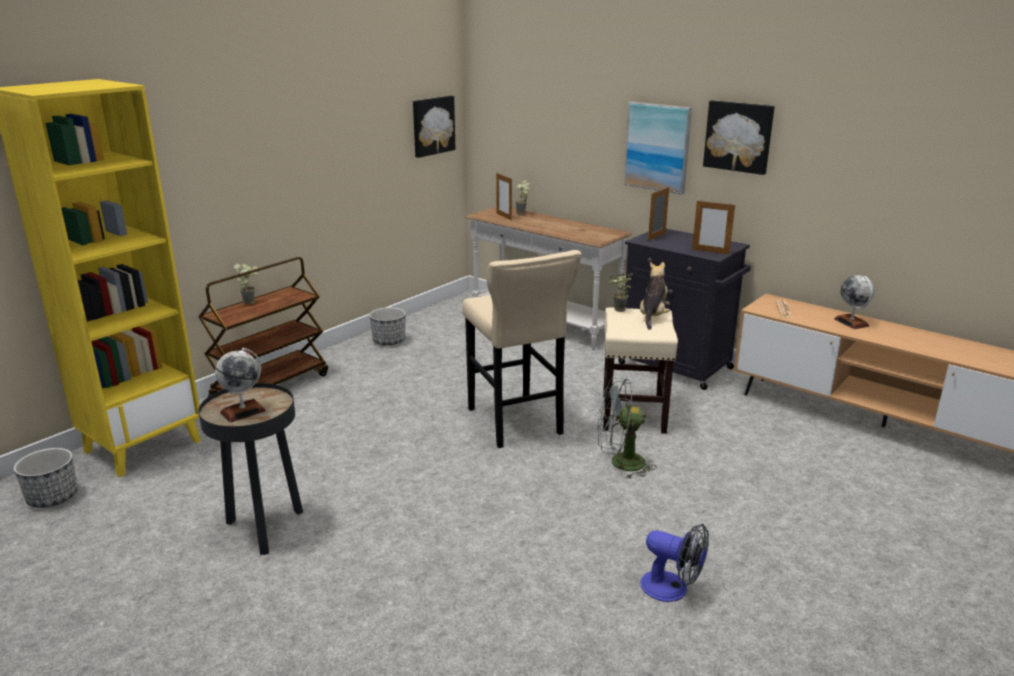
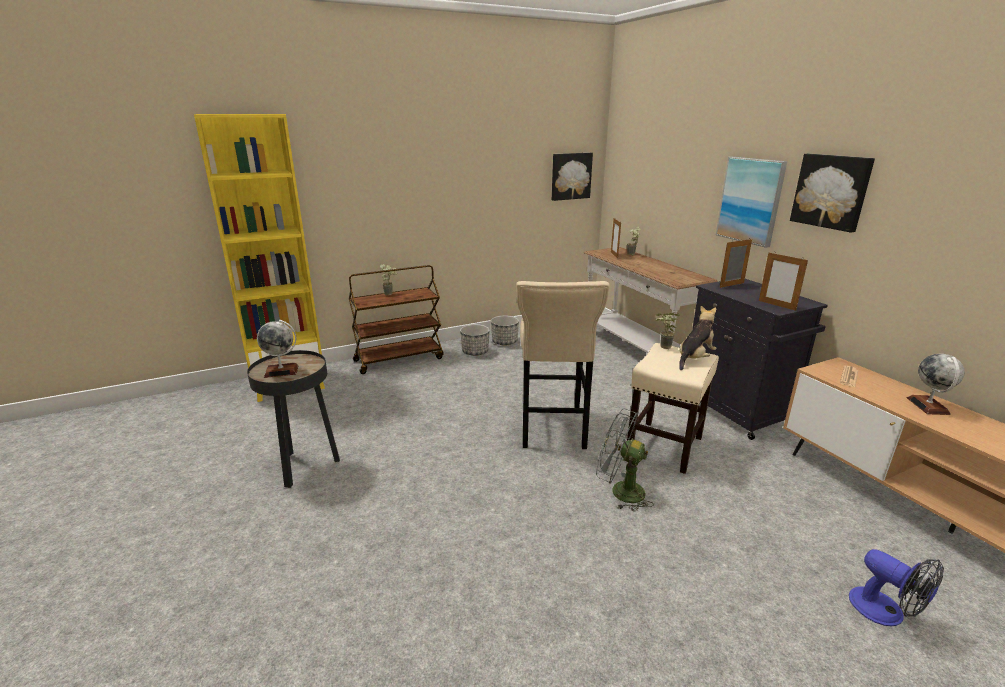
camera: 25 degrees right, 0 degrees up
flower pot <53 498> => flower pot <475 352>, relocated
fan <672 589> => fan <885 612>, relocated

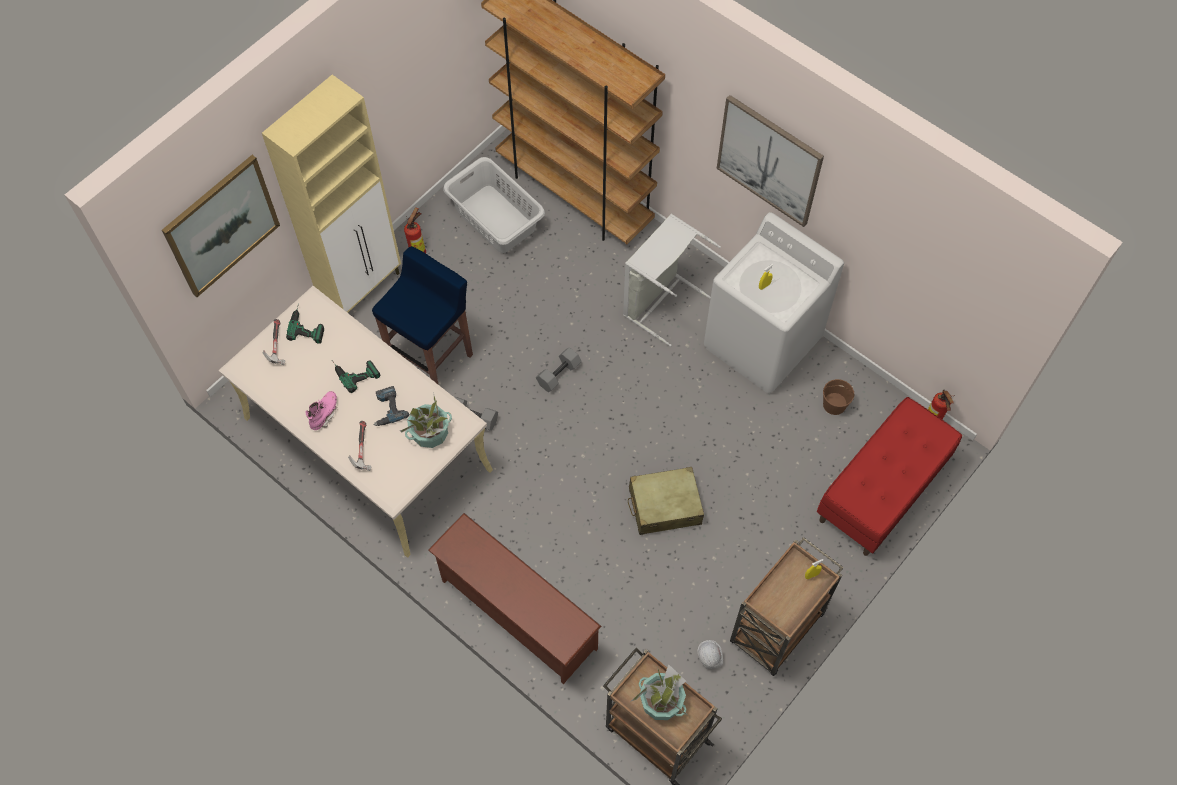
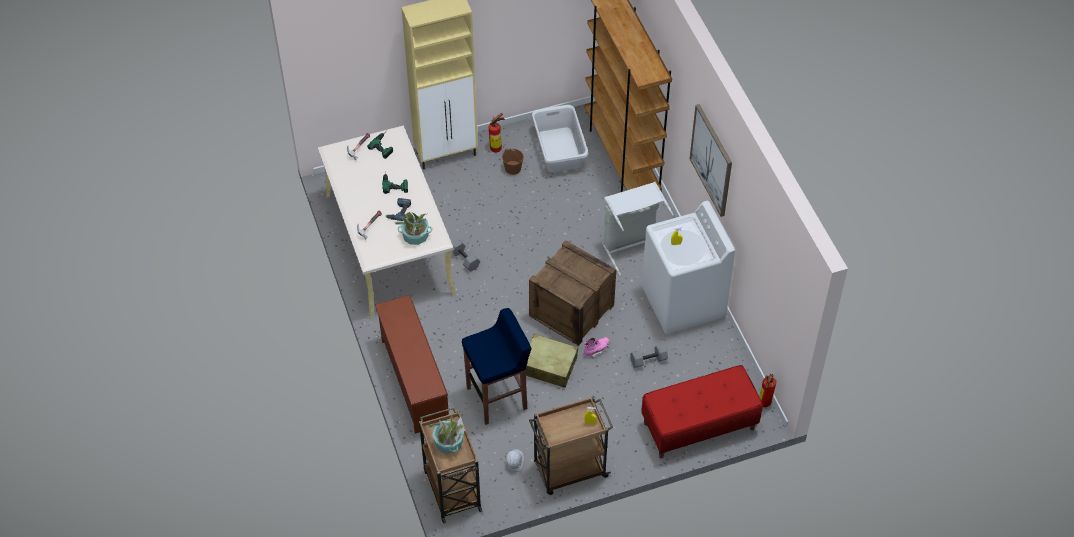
camera: 30 degrees right, 10 degrees down
wall art <222 226> => nothing
stool/blue <432 358> => stool/blue <498 398>, relocated
hand weight/greyish <558 373> => hand weight/greyish <648 359>, relocated
pail/brown <835 404> => pail/brown <513 168>, relocated
boot/pinkish <324 414> => boot/pinkish <596 350>, relocated
nothing => shipping crate <571 310>

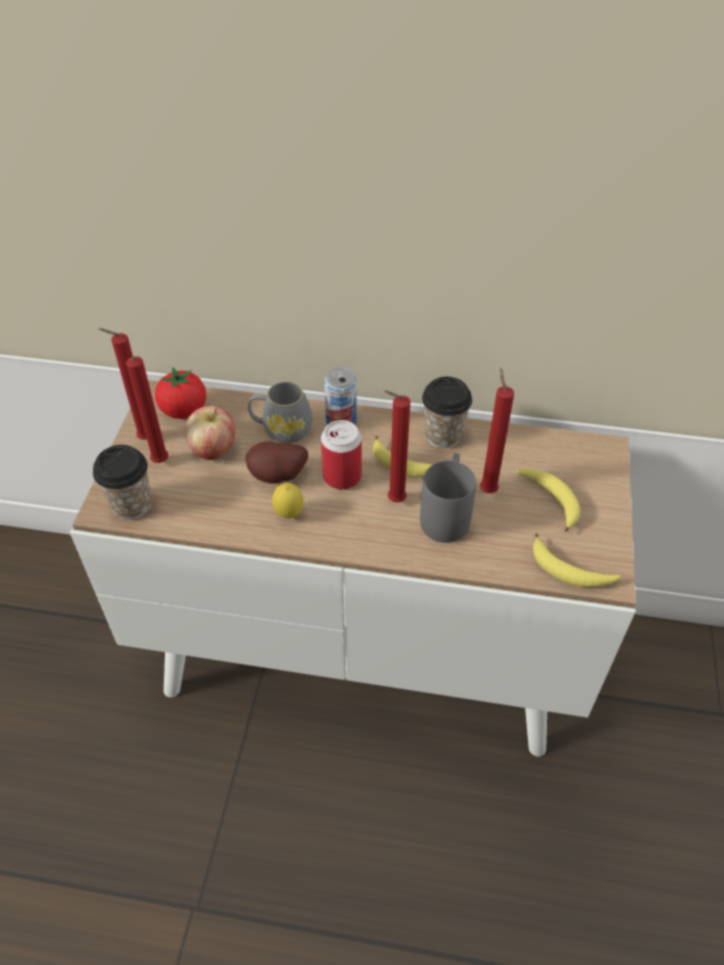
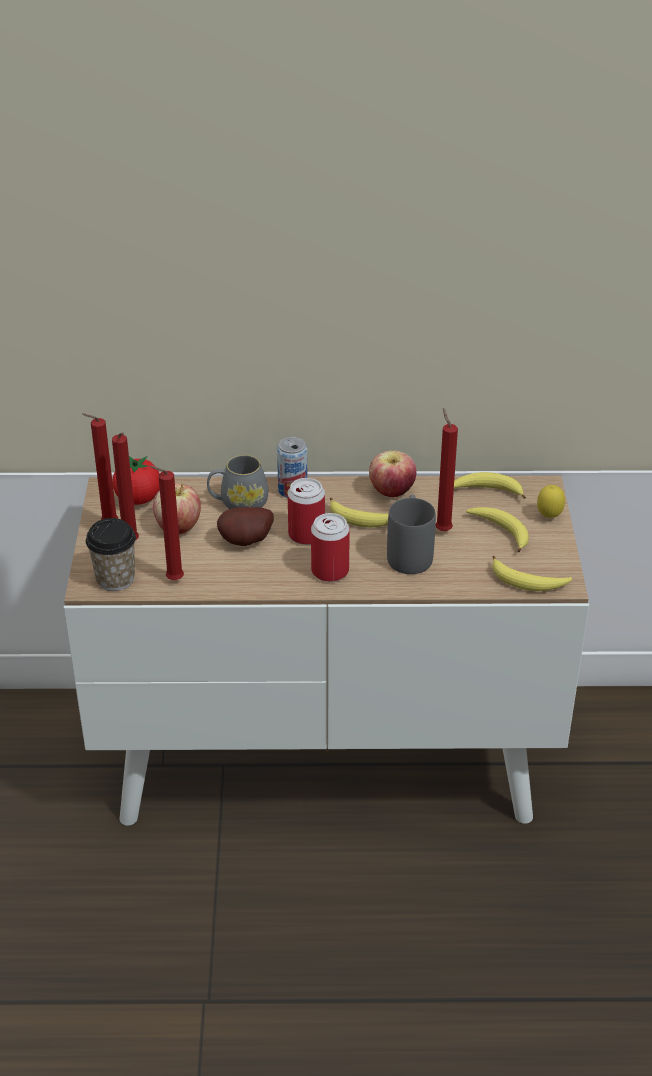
camera: 10 degrees left, 10 degrees down
cup <443 435> => whole apple <392 492>
wax light/red <393 500> => wax light/red <172 580>, relocated
citrus fruit <289 515> => citrus fruit <549 517>, relocated
nothing => banana <486 491>
nothing => metal can <330 571>

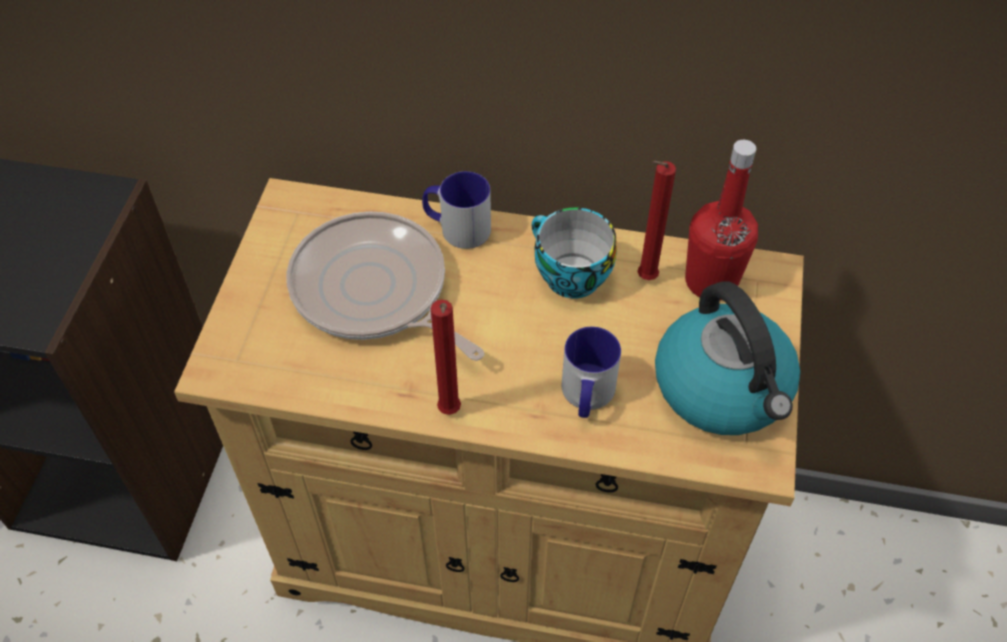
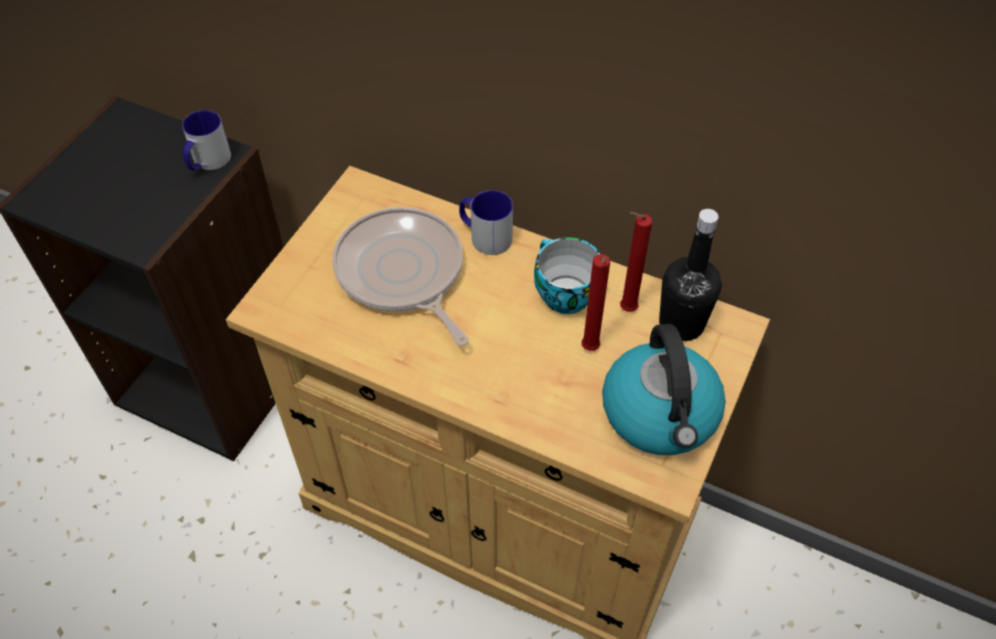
camera: 15 degrees right, 0 degrees up
bottle/red <711 281> => bottle/black-coloured <681 324>
wax light/red <449 413> => wax light/red <589 350>, relocated
mug <586 396> => mug <208 162>, relocated

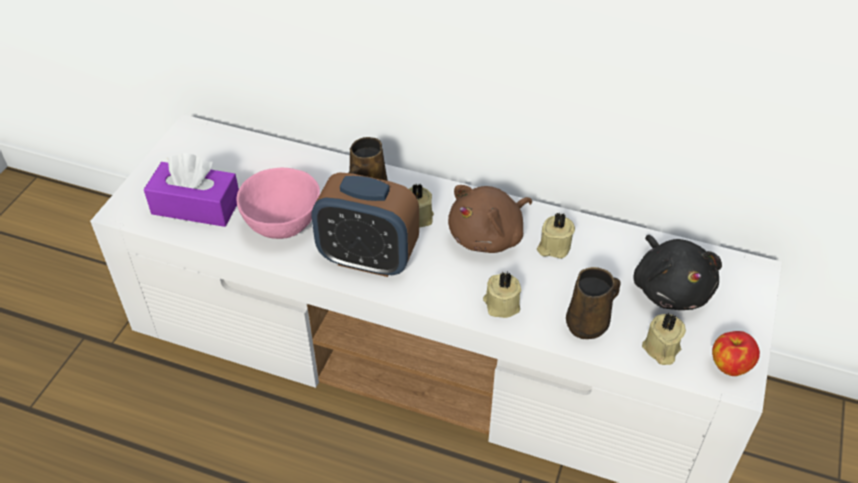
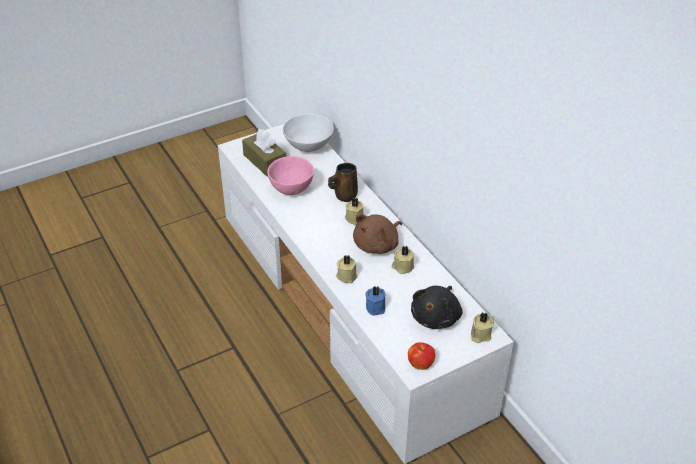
camera: 40 degrees right, 5 degrees down
box of tissues/purplish <196 206> => box of tissues/brown <265 161>
table clock <368 259> => nothing
soft toy/brown <489 236> => soft toy/brown <378 245>, 45 degrees counterclockwise
mug/brown <588 324> => wax light/blue <376 307>
wax light/sand-coloured <661 349> => wax light/sand-coloured <480 335>, relocated
nothing => bowl/white <308 147>

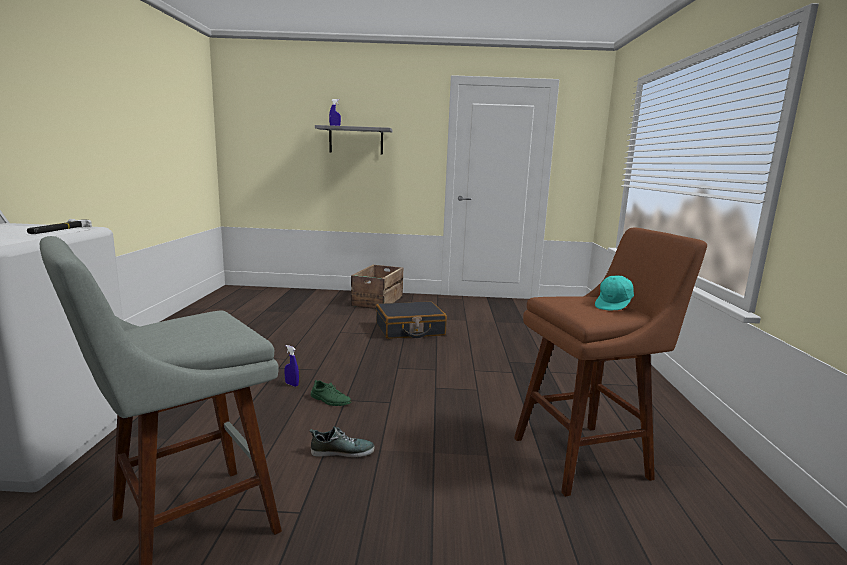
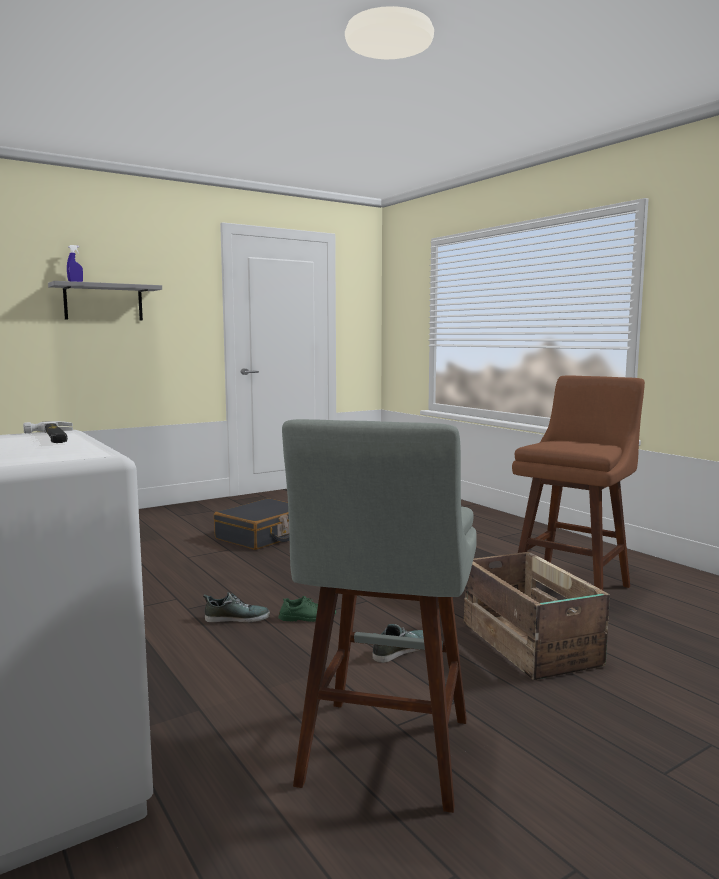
camera: 35 degrees left, 5 degrees down
shipping crate <377 301> => shipping crate <530 645>, relocated
peaked cap/blue-green <614 306> => nothing
sprayer/blue <291 384> => item of footwear <237 618>

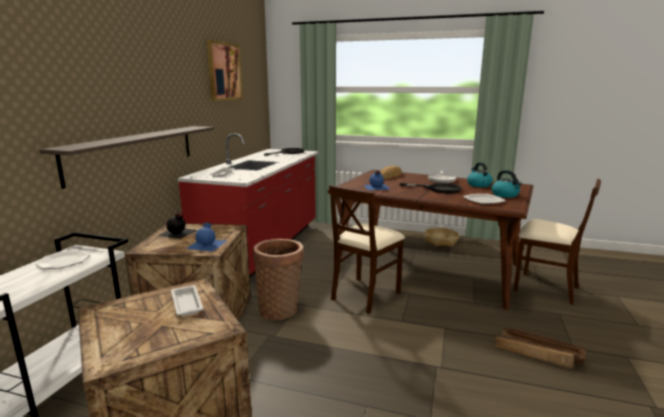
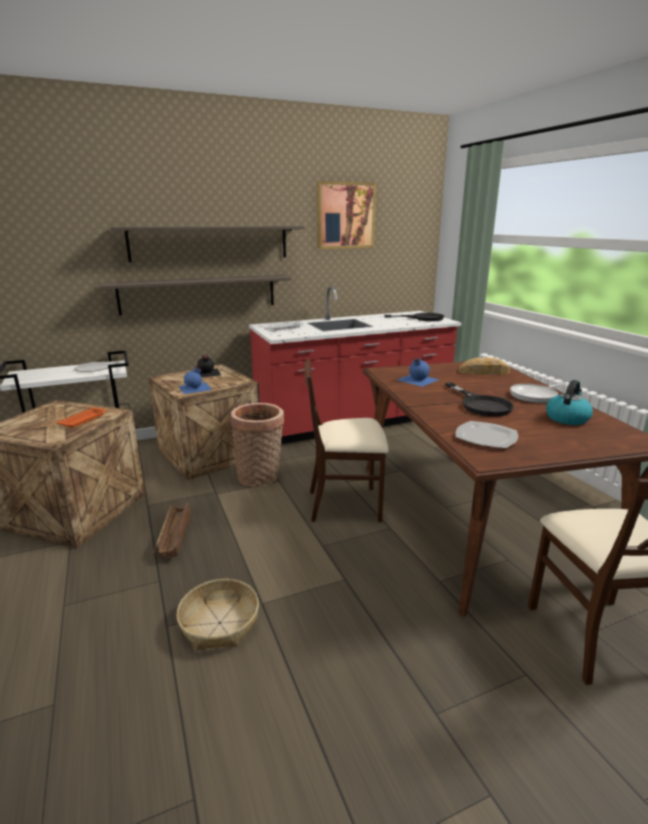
camera: 50 degrees right, 5 degrees up
kettle <505 195> => nothing
basket <441 241> => basket <219 623>, relocated
serving tray/white <186 303> => serving tray/orangey <84 420>
shipping crate <538 353> => shipping crate <173 536>, relocated
nothing => shelf <210 243>

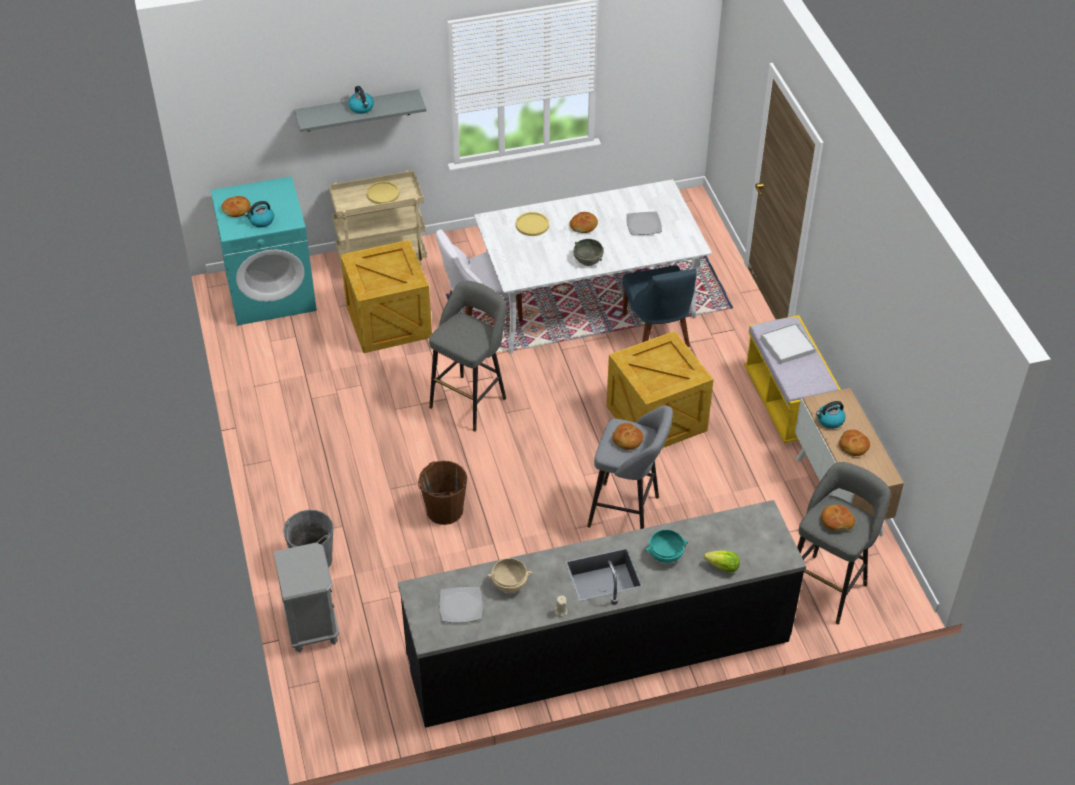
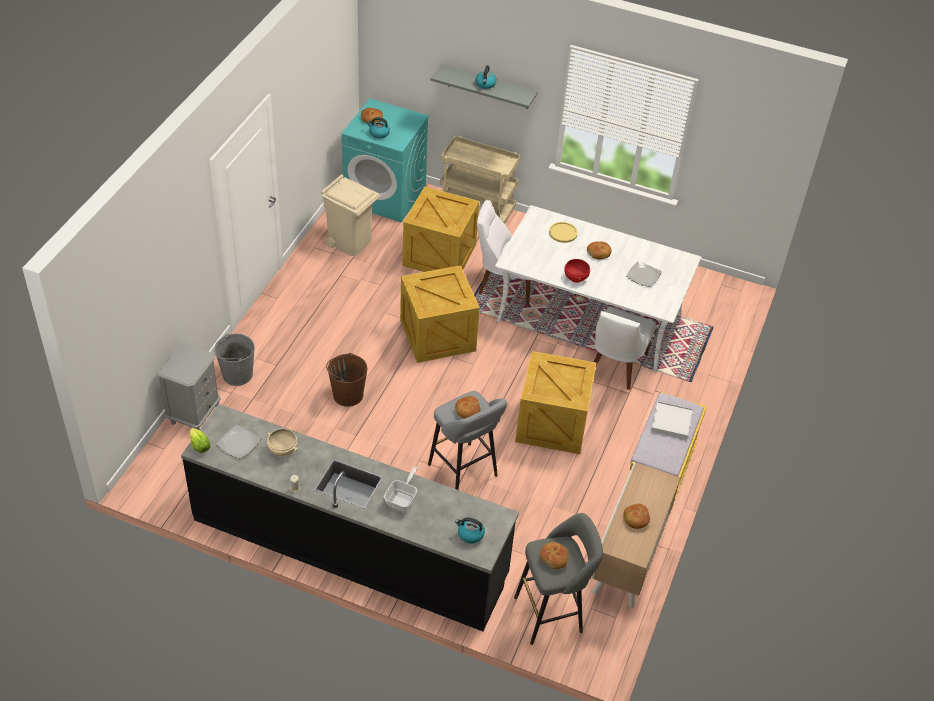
camera: 35 degrees right, 0 degrees up
flat dish/yellow <383 193> => nothing
bowl/greyish <588 260> => bowl/red <576 277>
chair/blue <657 332> => chair/white <616 366>
stool/greyish <470 400> => shipping crate <439 336>
kettle <829 420> => kettle <470 534>, relocated
bowl/blue-green <665 554> => pan <403 498>
lettuce head <722 567> => lettuce head <199 446>, relocated
nothing => trash can/sand-coloured <350 242>

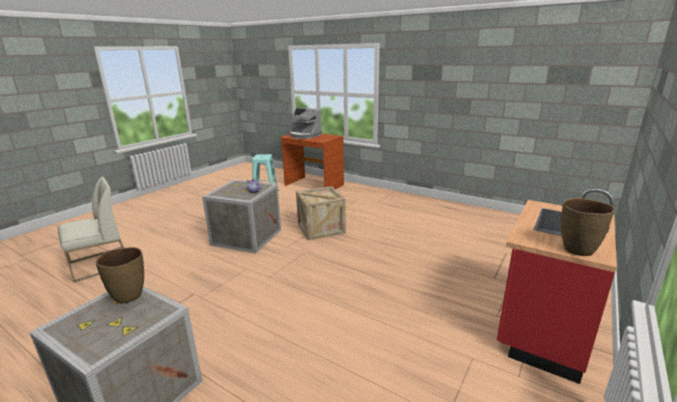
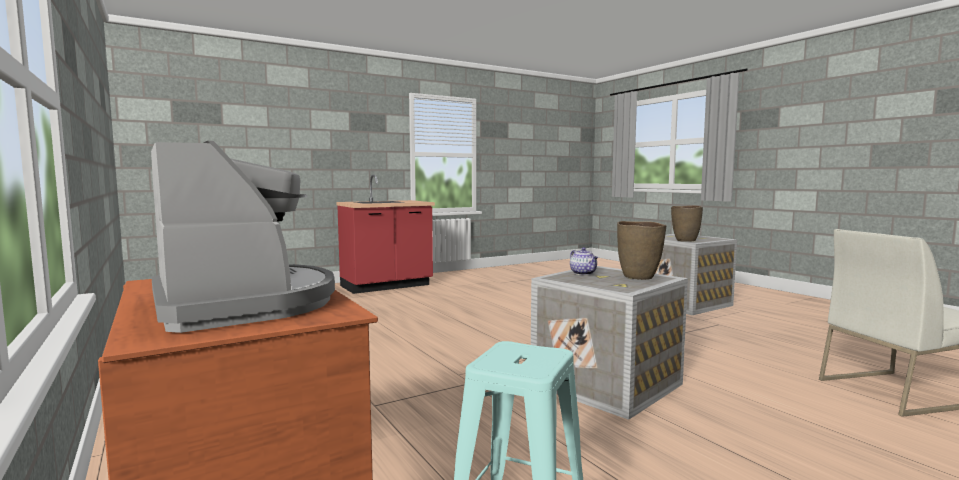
camera: 155 degrees left, 15 degrees down
shipping crate <321 228> => nothing
flower vase/brown <577 250> => flower vase/brown <639 277>, relocated

